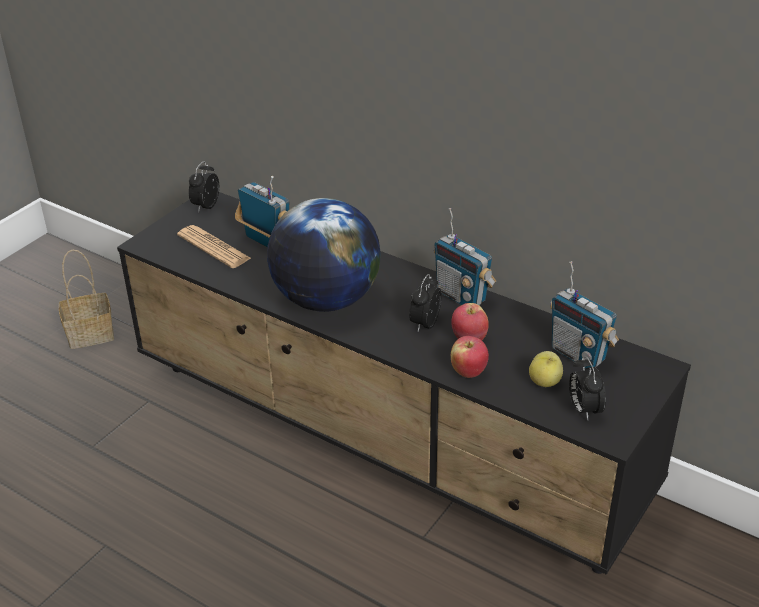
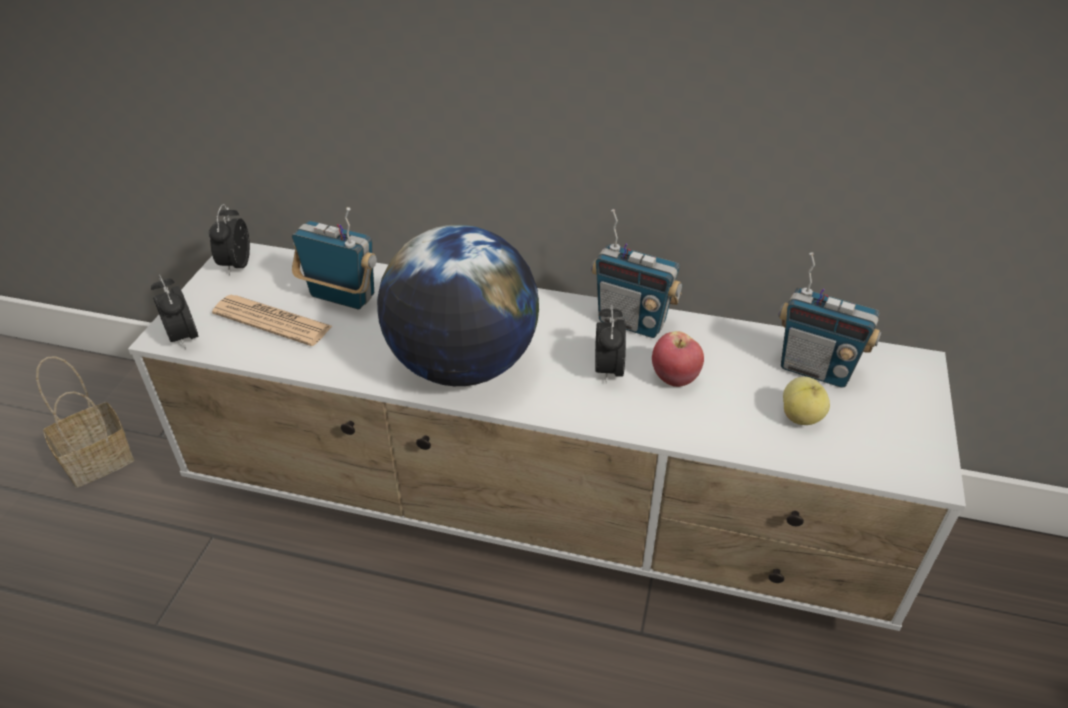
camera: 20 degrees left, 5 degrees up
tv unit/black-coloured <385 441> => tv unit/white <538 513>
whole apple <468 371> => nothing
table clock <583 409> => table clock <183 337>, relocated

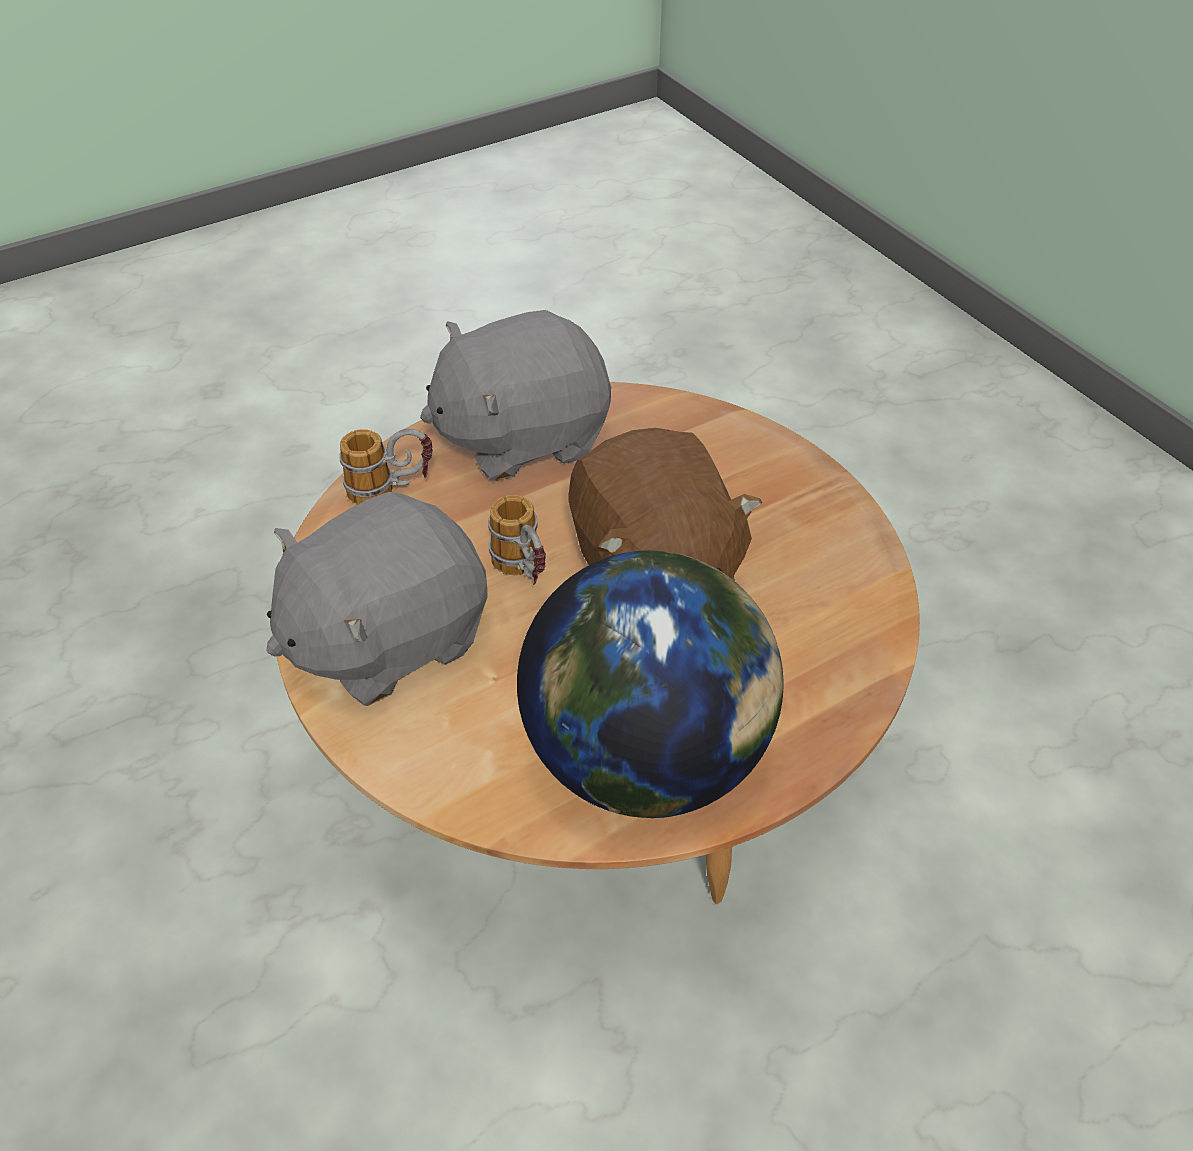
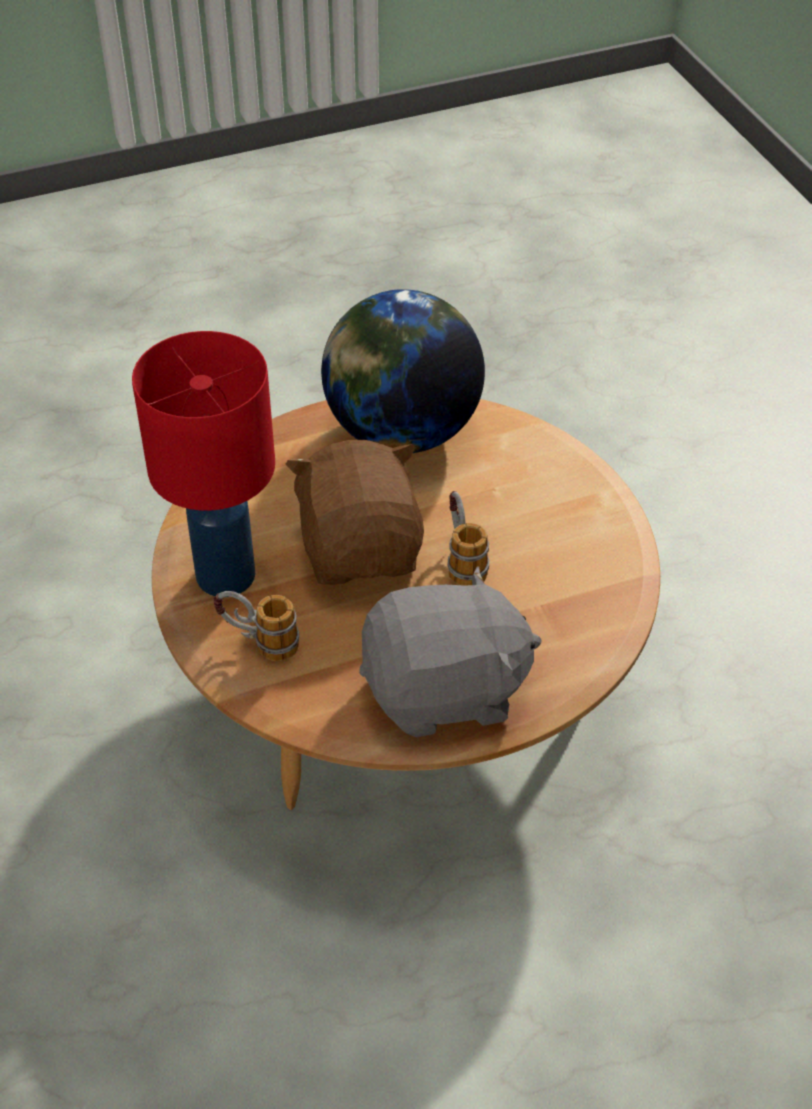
camera: 170 degrees left, 0 degrees up
mug <392 491> => mug <259 643>, relocated
soft toy/greyish <386 639> => nothing
nothing => table lamp/red <226 574>

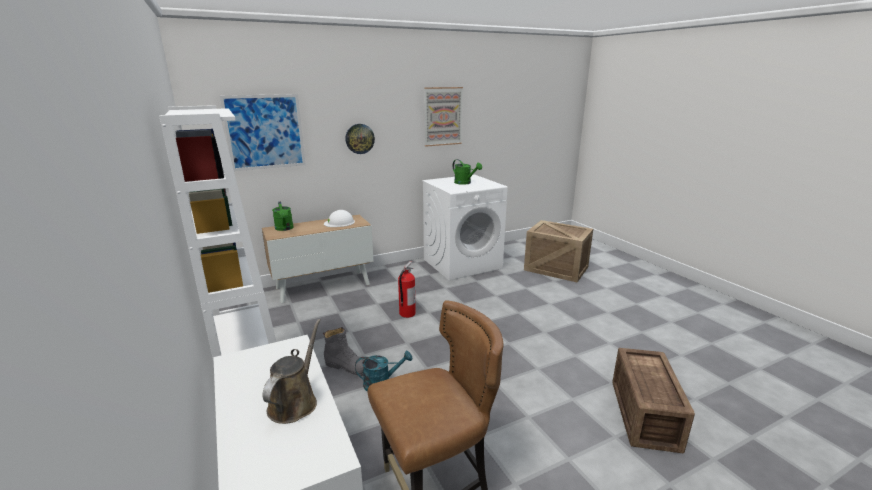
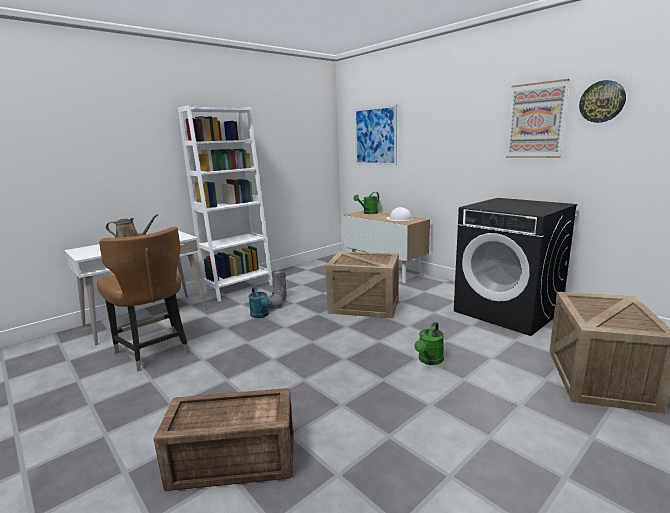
camera: 75 degrees right, 5 degrees down
clock on the wall <359 138> => clock on the wall <602 101>, relocated
sprinkling can/green-coloured <465 183> => sprinkling can/green-coloured <429 361>, relocated
washing machine/white <462 263> => washing machine/black-coloured <508 311>
extinguisher <407 313> => shipping crate <365 305>

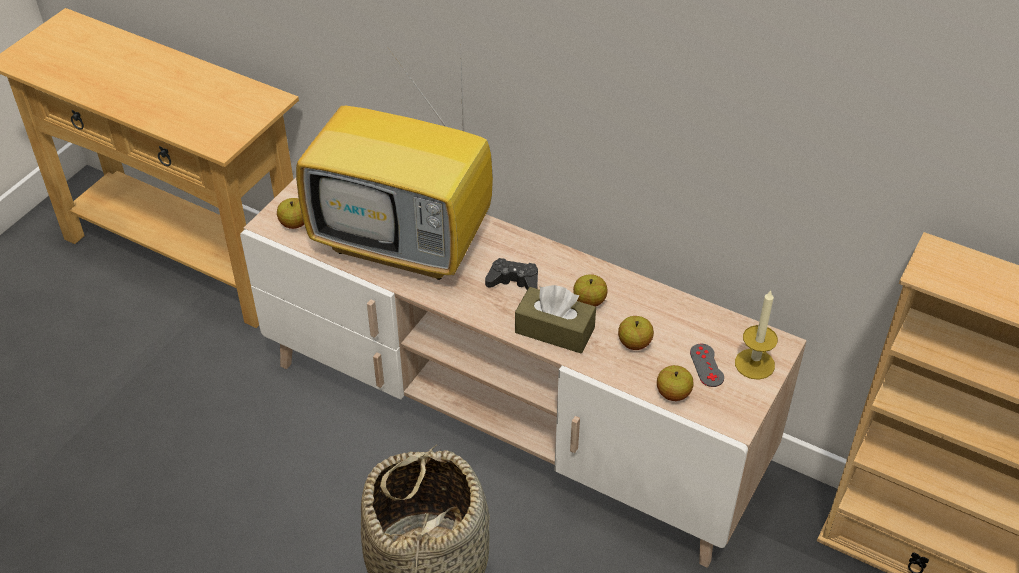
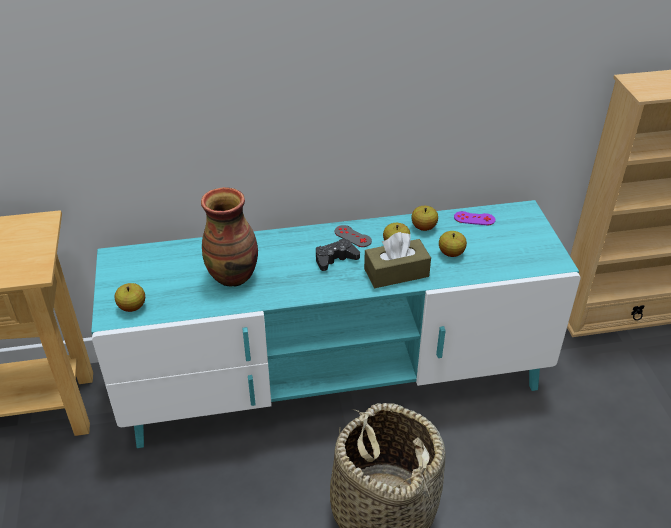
camera: 40 degrees left, 5 degrees down
TV set <406 243> => flower vase <233 275>
tv unit/sand-coloured <510 418> => tv unit/blue-green <335 380>
wax light <754 364> => nothing
joypad/greyish <706 365> => joypad/greyish <353 236>, relocated
whole apple <673 393> => whole apple <423 227>, relocated
nothing => joypad/purplish <474 218>

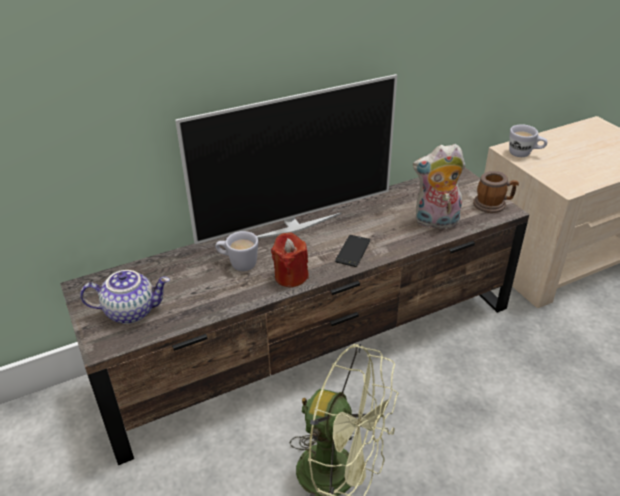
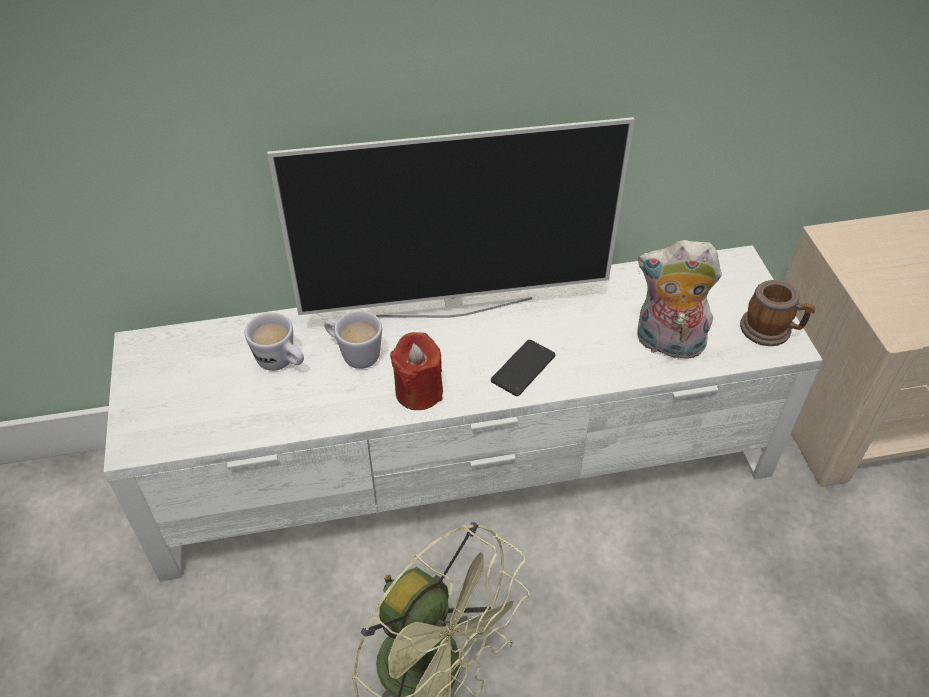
camera: 15 degrees right, 10 degrees up
mug/white <524 154> => mug/white <282 363>, relocated
tv unit/brown <313 342> => tv unit/white <467 463>
tea pot <131 311> => nothing

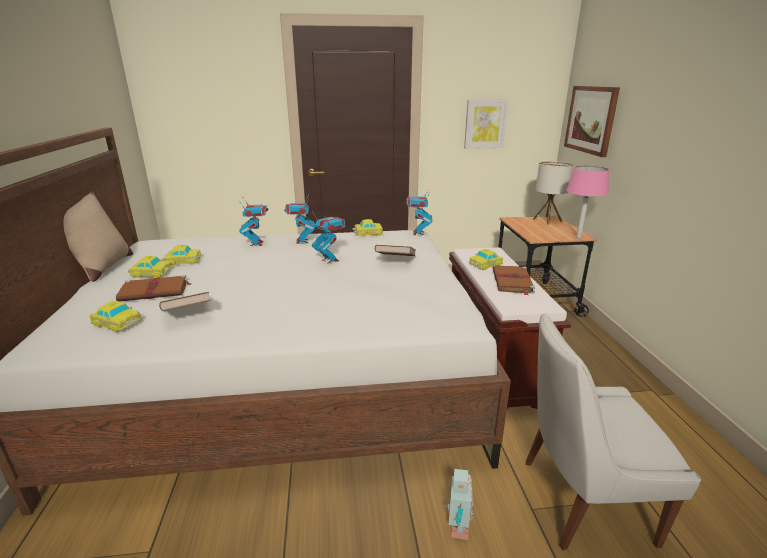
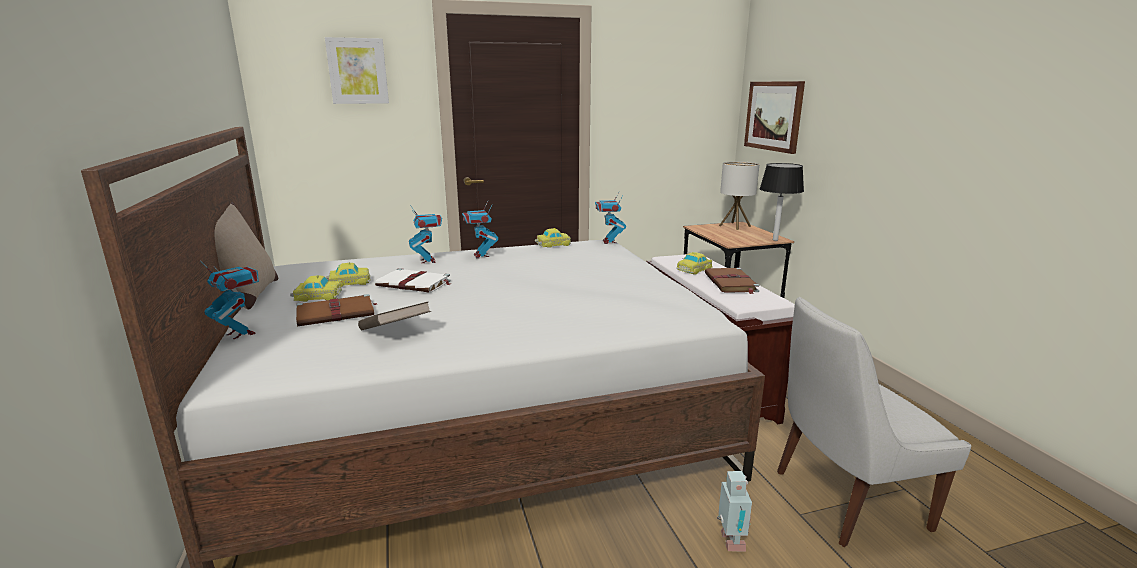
camera: 10 degrees left, 5 degrees down
wall art <485 124> => wall art <358 71>, relocated
table lamp/pinkish <578 237> => table lamp/black-coloured <775 240>
toy robot <330 260> => toy robot <241 333>, relocated
bound book/brown <395 261> => nothing
toy car <116 323> => nothing
nothing => bound book/white <415 284>

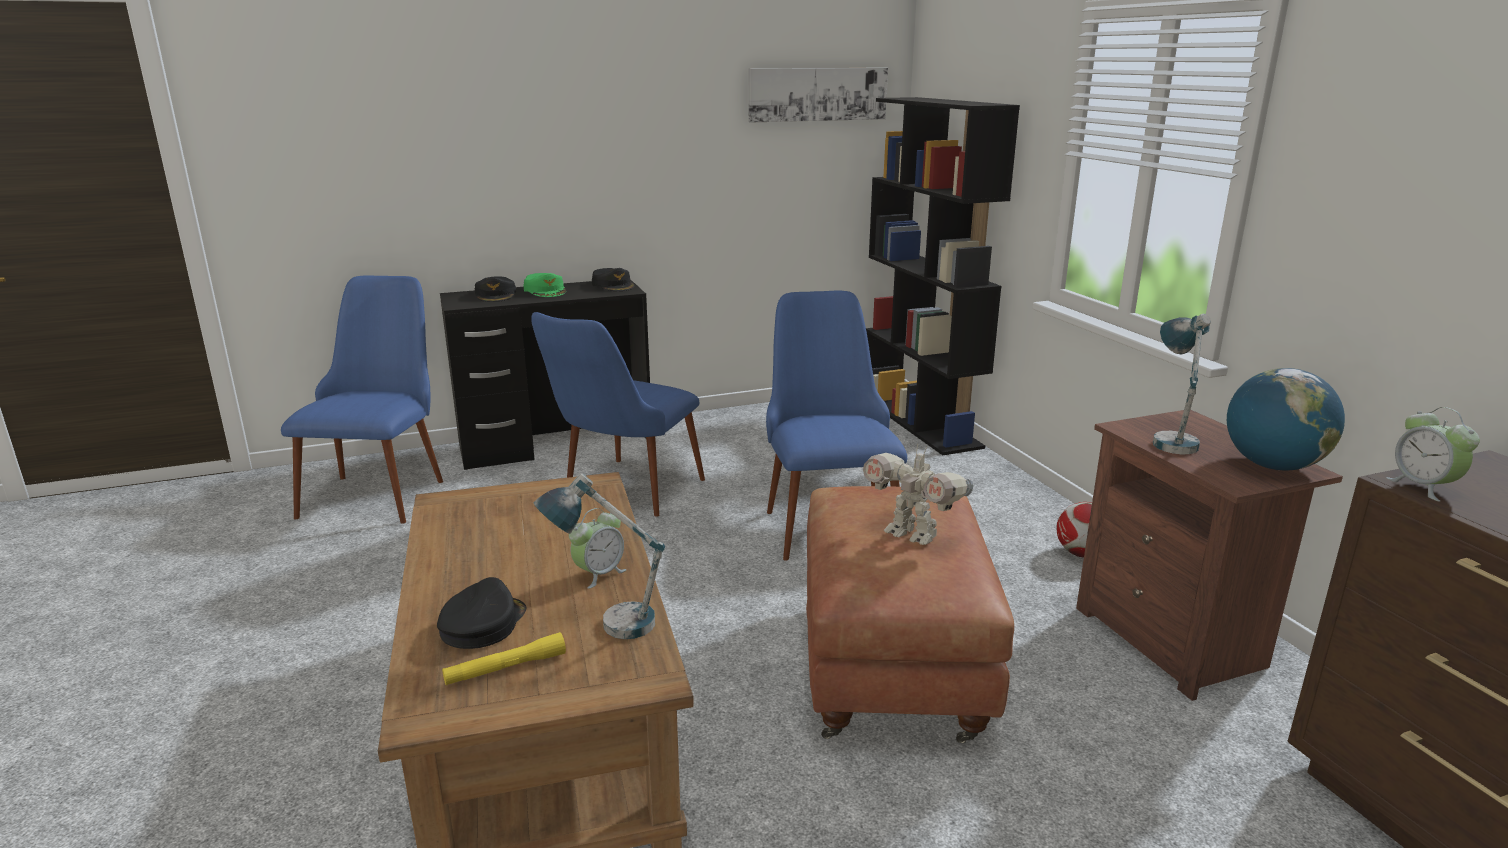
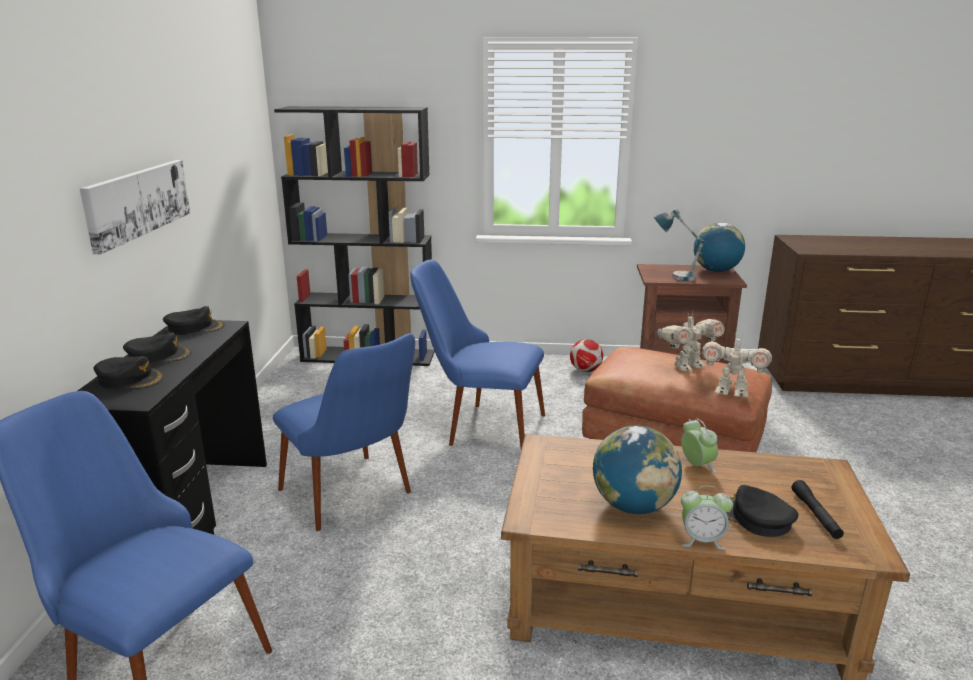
camera: 65 degrees left, 0 degrees up
wall art <817 94> => wall art <137 202>, relocated
peaked cap/green-coloured <545 291> => peaked cap/black-coloured <159 356>
table clock <1423 487> => table clock <702 540>, relocated
table lamp <606 622> => nothing
hand torch/yellow <506 668> => hand torch/black-coloured <815 515>
nothing => toy robot <731 392>
nothing => globe <633 506>

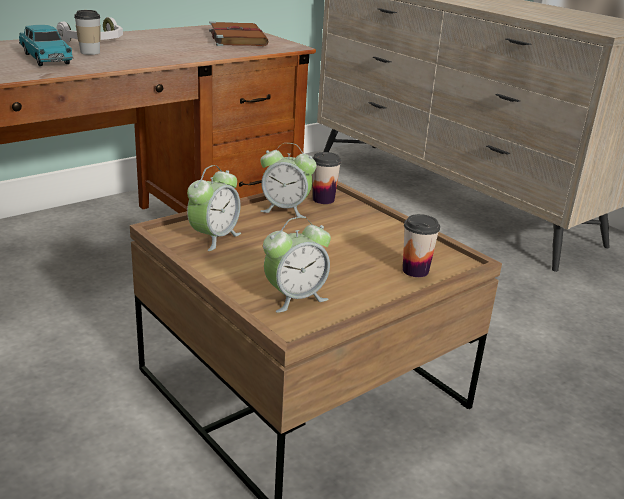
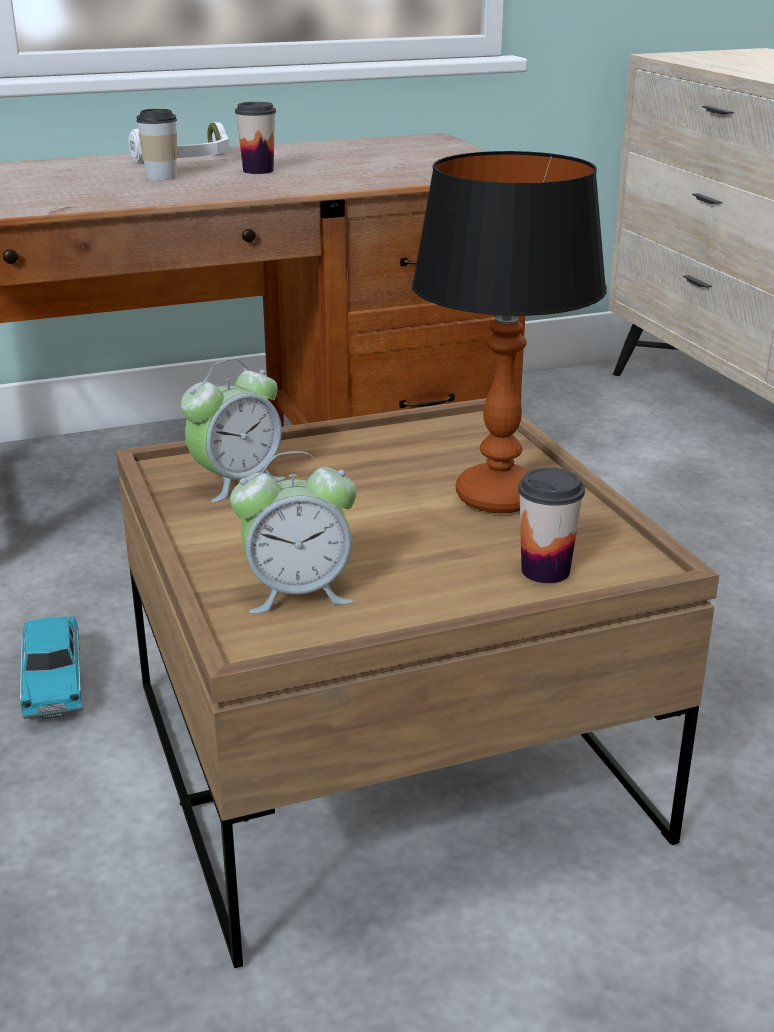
camera: 20 degrees right, 0 degrees up
bound book/brown <237 38> => nothing
toy car/blue-green <46 58> => toy car/blue-green <54 683>, relocated
table clock <285 209> => nothing
cup <323 199> => cup <258 171>, relocated
nothing => table lamp <499 498>

